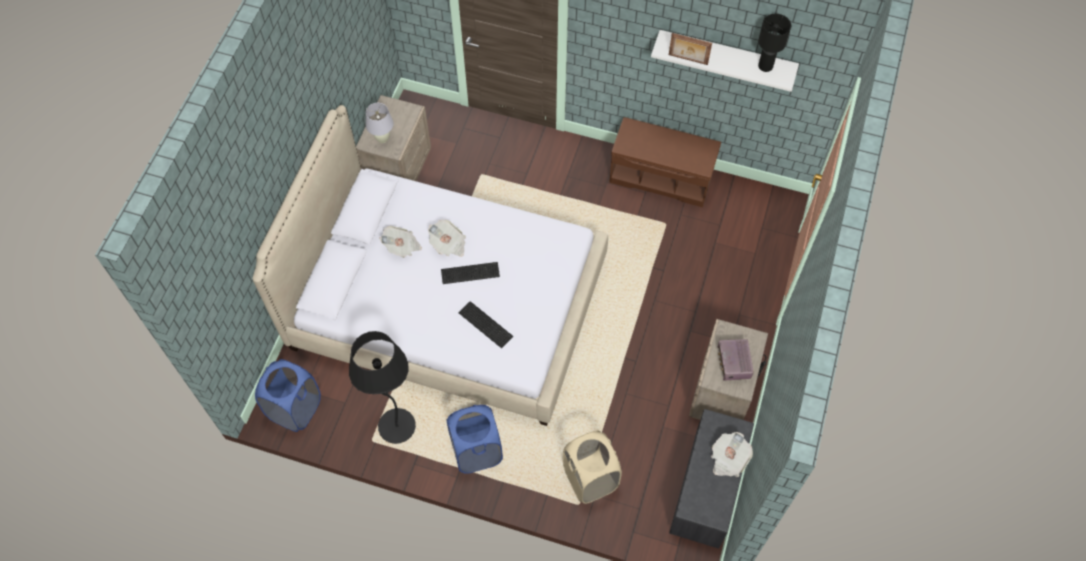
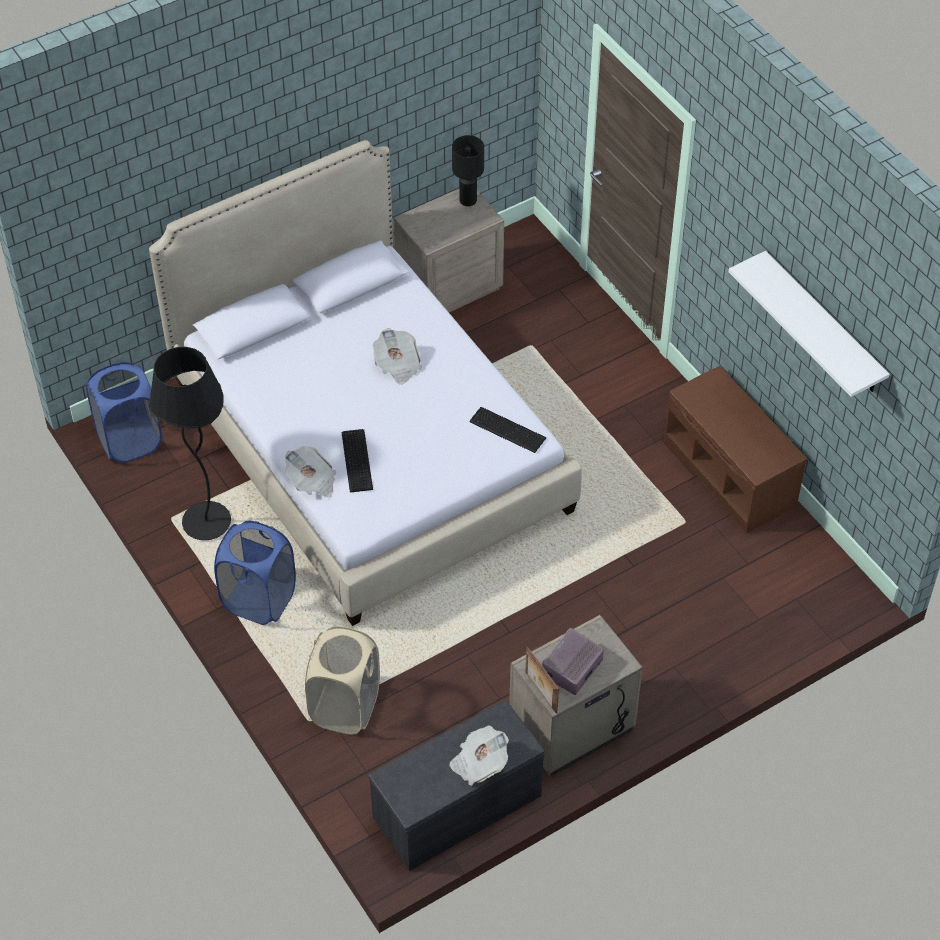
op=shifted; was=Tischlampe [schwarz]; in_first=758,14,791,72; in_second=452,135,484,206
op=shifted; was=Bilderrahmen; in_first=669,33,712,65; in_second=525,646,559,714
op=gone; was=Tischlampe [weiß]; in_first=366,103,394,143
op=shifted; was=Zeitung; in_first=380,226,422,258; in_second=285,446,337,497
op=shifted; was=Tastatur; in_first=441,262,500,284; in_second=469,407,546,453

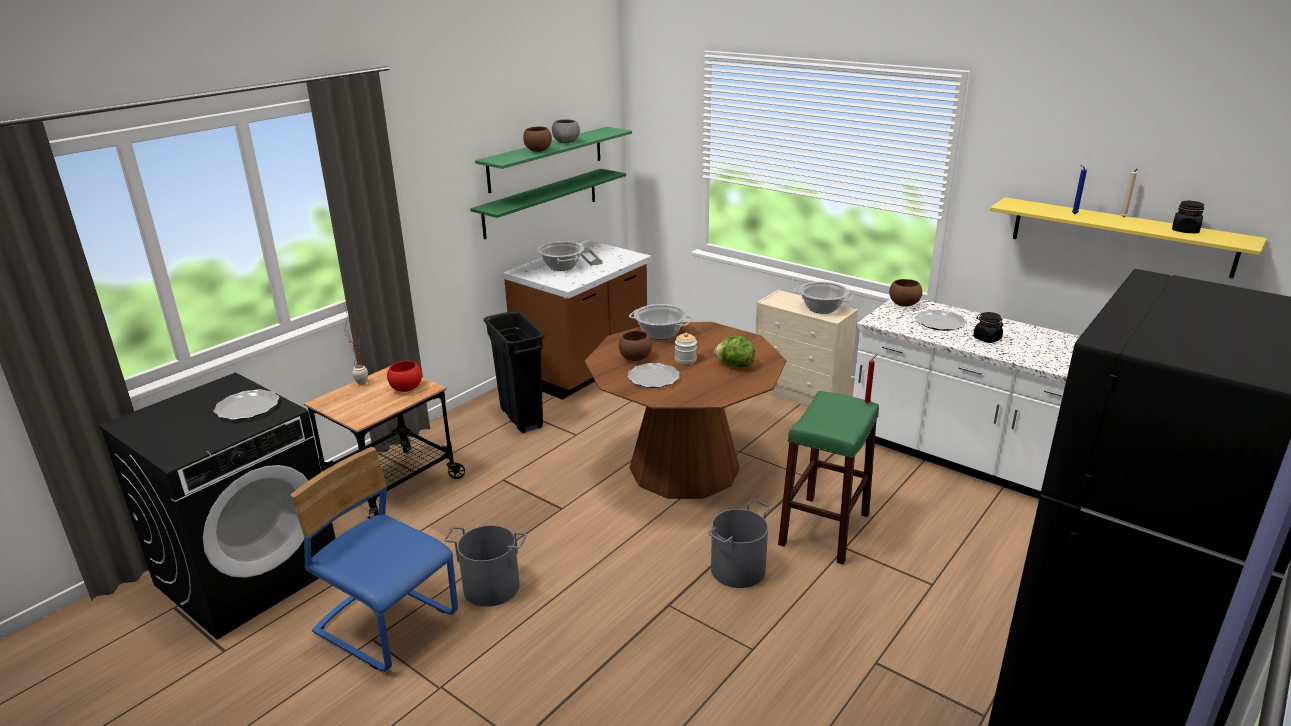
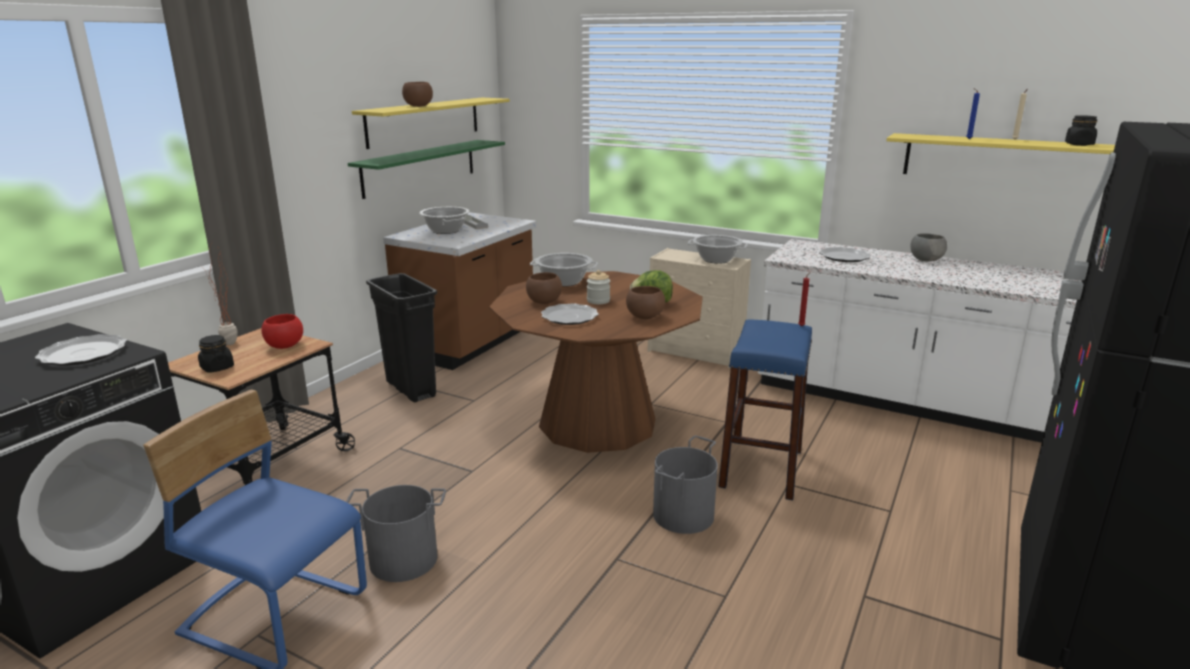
op=shifted; was=Schüssel [grau]; in_first=552,119,580,143; in_second=910,233,947,262
op=repainted; was=Wandregal [grün]; now=Wandregal [gelb]; in_first=475,127,632,193; in_second=352,98,510,149
op=shifted; was=Schüssel [braun]; in_first=889,279,922,307; in_second=626,286,665,319
op=shifted; was=Vorratsglas [schwarz]; in_first=973,312,1003,343; in_second=198,335,234,373
op=repainted; was=Hocker [grün]; now=Hocker [blau]; in_first=778,391,879,565; in_second=718,319,812,500

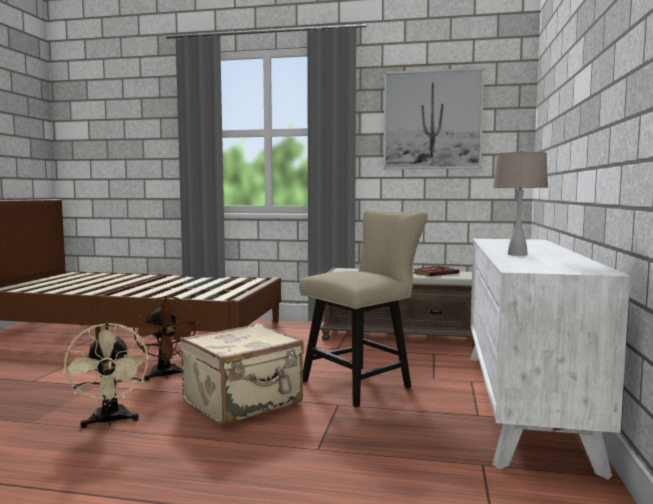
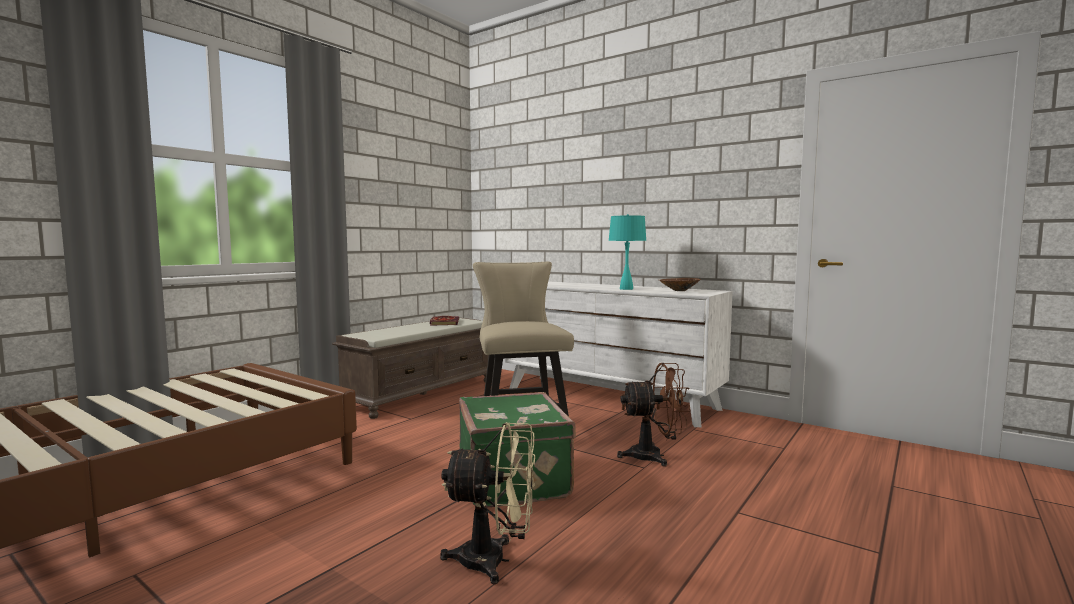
op=gone; was=Bild; in_first=384,68,484,169
op=repainted; was=Tischlampe [beige]; now=Tischlampe [türkis]; in_first=493,151,548,256; in_second=609,214,646,290
op=shifted; was=Ventilator [braun]; in_first=133,296,200,381; in_second=617,363,691,467
op=repainted; was=Koffer [beige]; now=Koffer [grün]; in_first=180,323,304,426; in_second=459,392,576,507
op=new; now=Schüssel [braun]; in_second=659,278,701,291

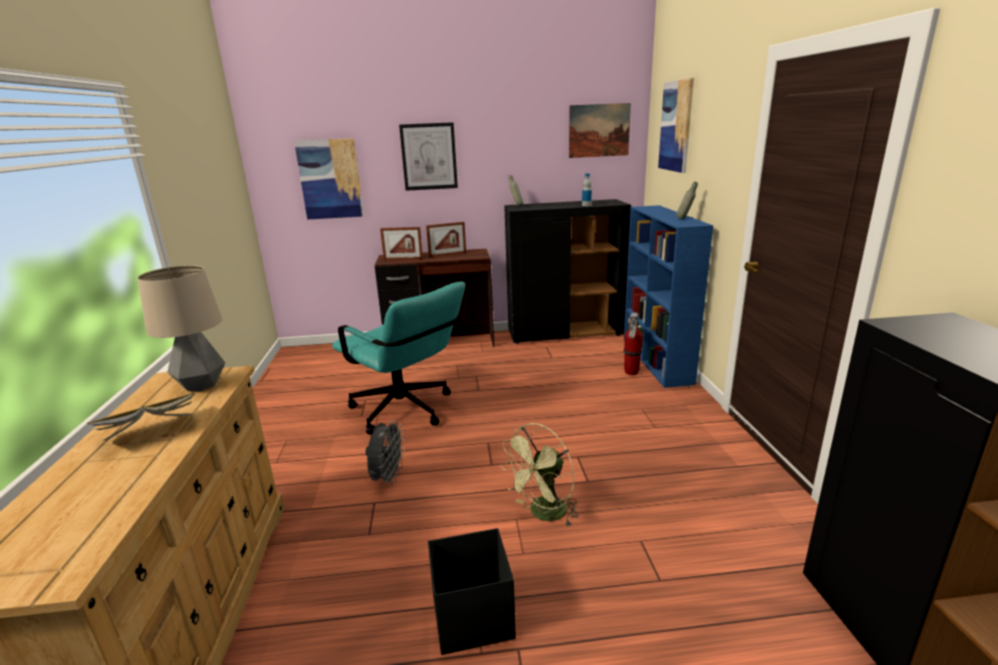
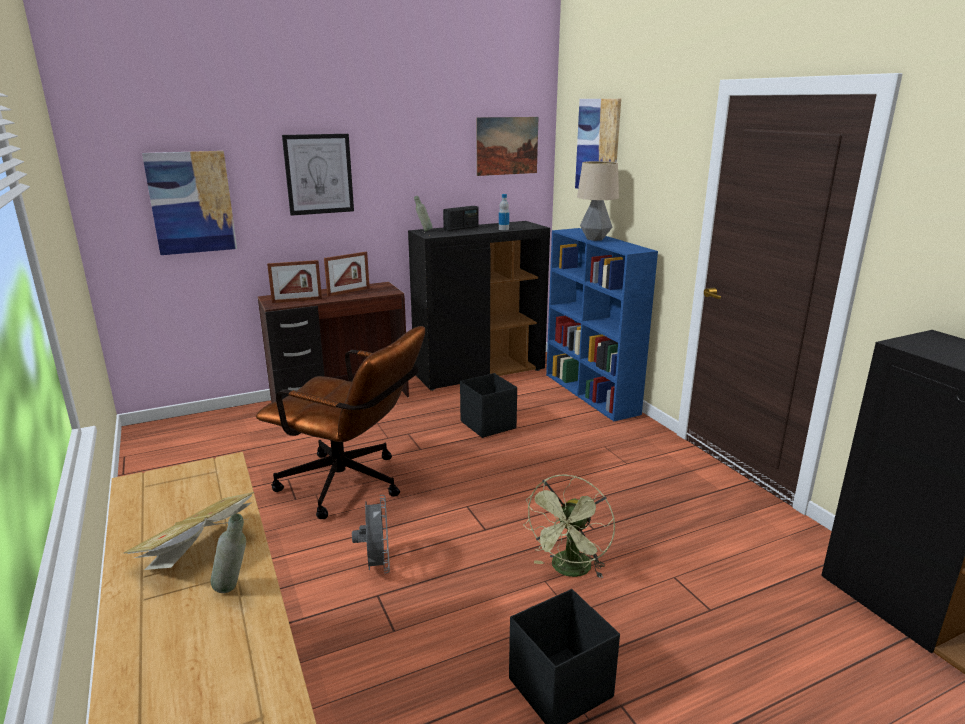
op=shifted; was=Flasche [grau]; in_first=676,182,698,219; in_second=211,514,246,593
op=shifted; was=Tischlampe; in_first=137,265,225,392; in_second=577,161,619,241
op=repainted; was=Bürostuhl [türkis]; now=Bürostuhl [braun]; in_first=332,282,465,435; in_second=256,326,425,519
op=gone; was=Feuerlöscher; in_first=623,313,643,375
op=new; now=Radio; in_second=443,206,478,231
op=new; now=Aufbewahrungsbox [schwarz]; in_second=460,373,517,438

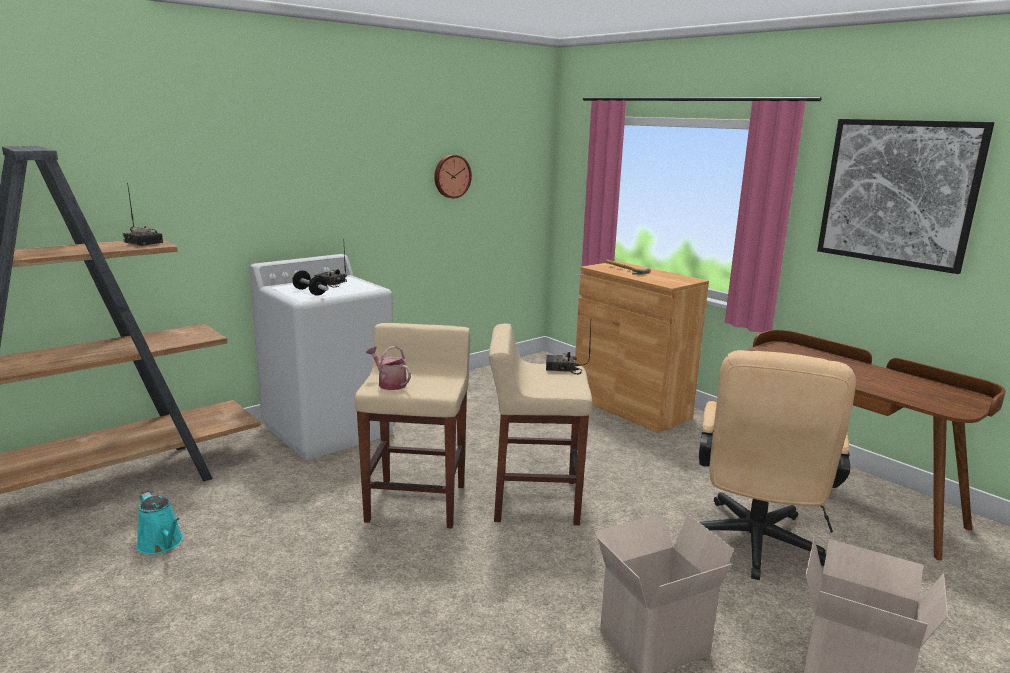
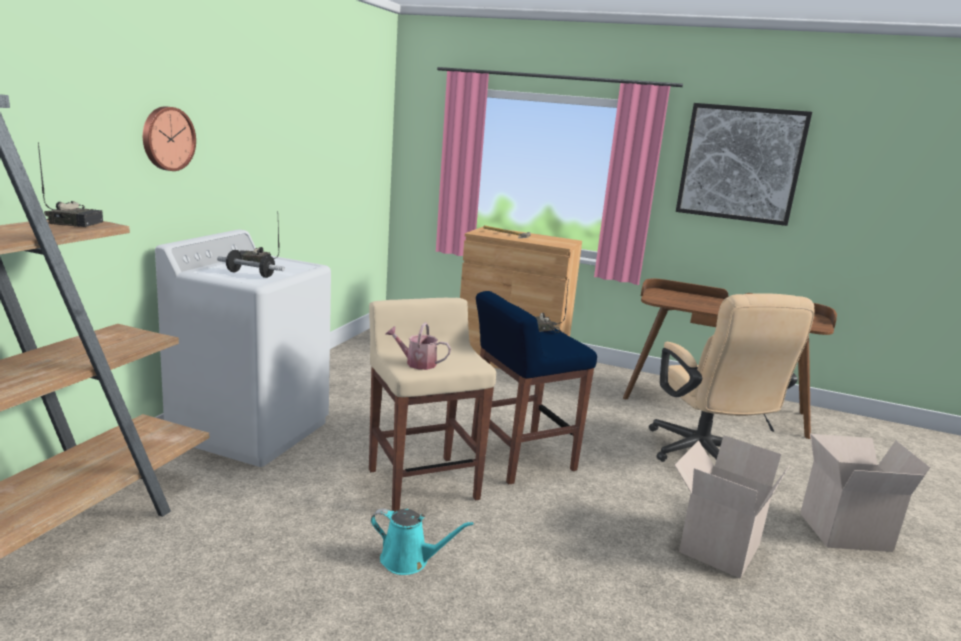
op=shifted; was=Wanduhr; in_first=434,155,472,198; in_second=143,106,196,171
op=repainted; was=Hocker [beige]; now=Hocker [blau]; in_first=489,324,592,525; in_second=471,291,597,484
op=shifted; was=Gießkanne [türkis]; in_first=136,492,183,554; in_second=371,509,474,575

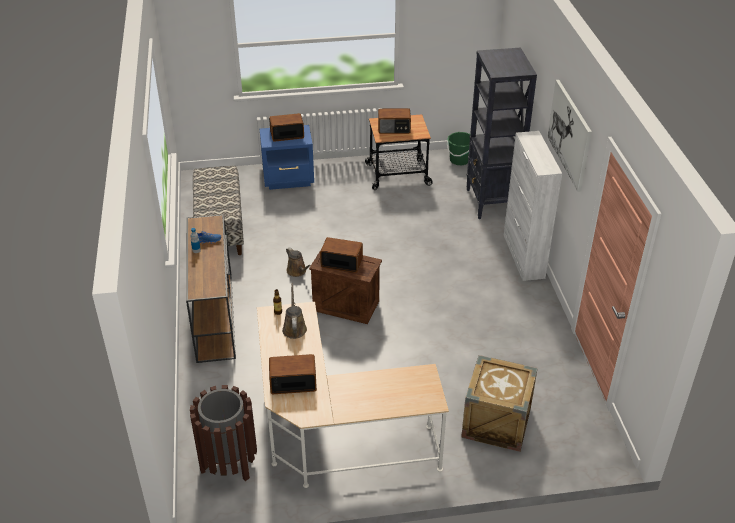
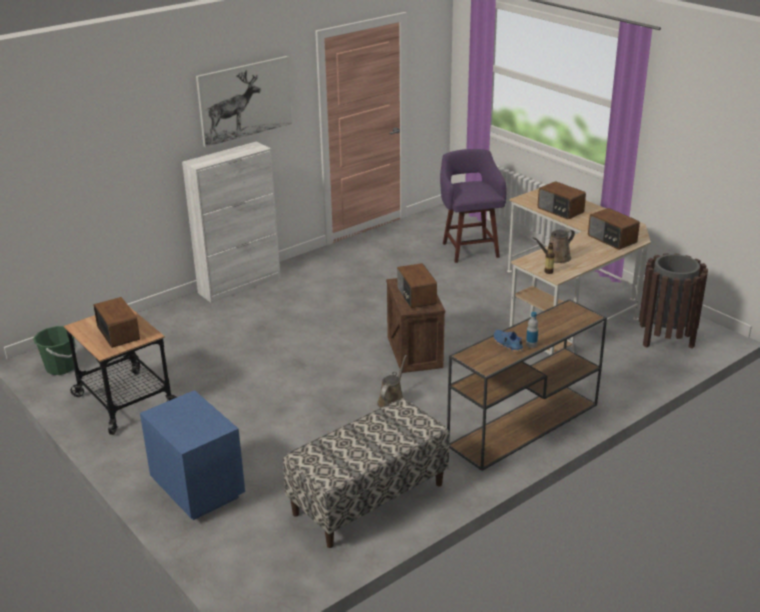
op=gone; was=Bücherregal [schwarz]; in_first=466,48,537,219
op=shifted; was=Radio; in_first=269,113,304,142; in_second=538,181,586,220
op=swapped; was=Kiste; now=Hocker [lila]; in_first=461,355,538,452; in_second=440,149,506,263

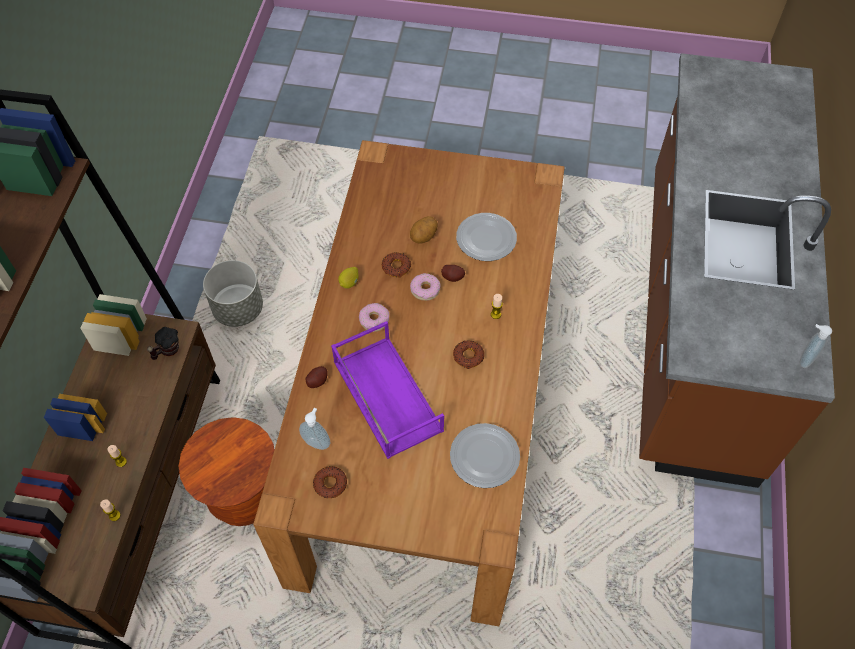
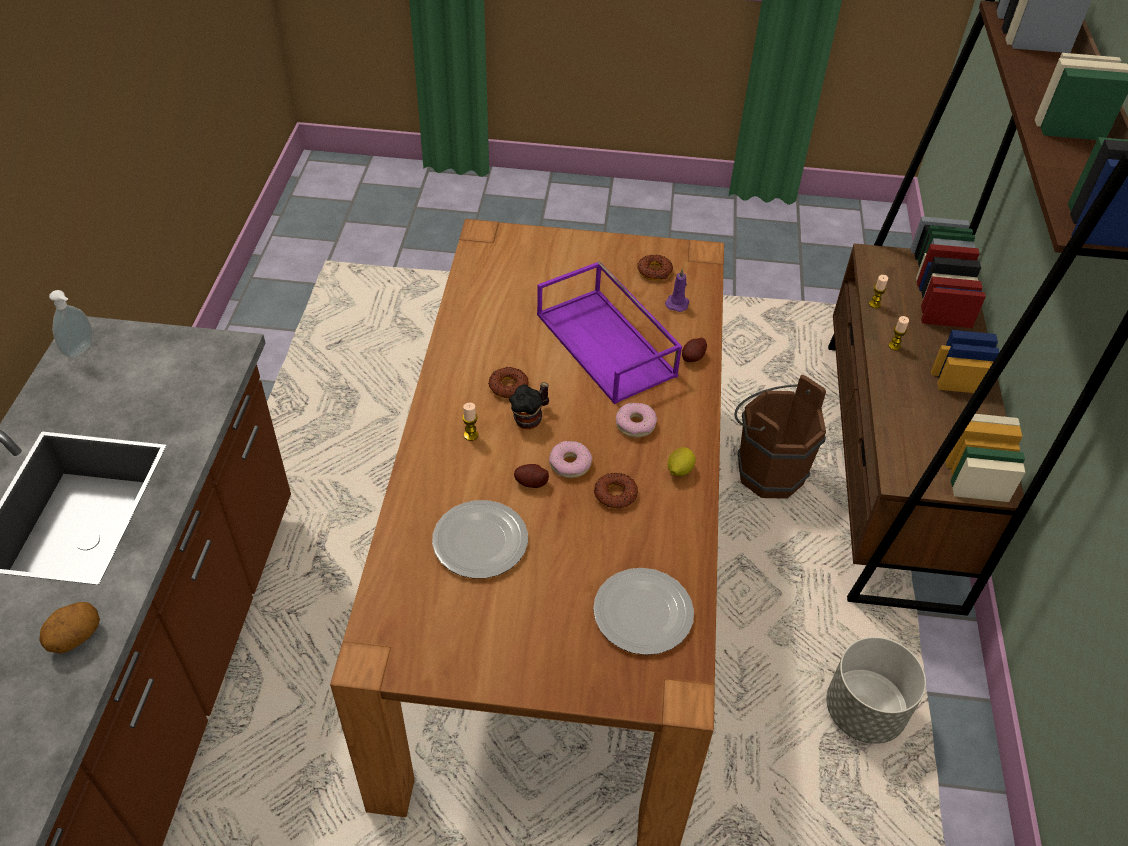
op=shifted; was=Kartoffel; in_first=410,216,438,244; in_second=39,602,100,653
op=shifted; was=Henkelbecher; in_first=147,327,179,360; in_second=509,383,549,429
op=swapped; was=Seifenspender; now=Kerze [lila]; in_first=299,408,330,450; in_second=665,268,689,312
op=swapped; was=Hocker [braun]; now=Eimer [braun]; in_first=179,417,275,526; in_second=734,375,826,499
op=shifted; was=Teller; in_first=450,423,520,488; in_second=593,568,694,655

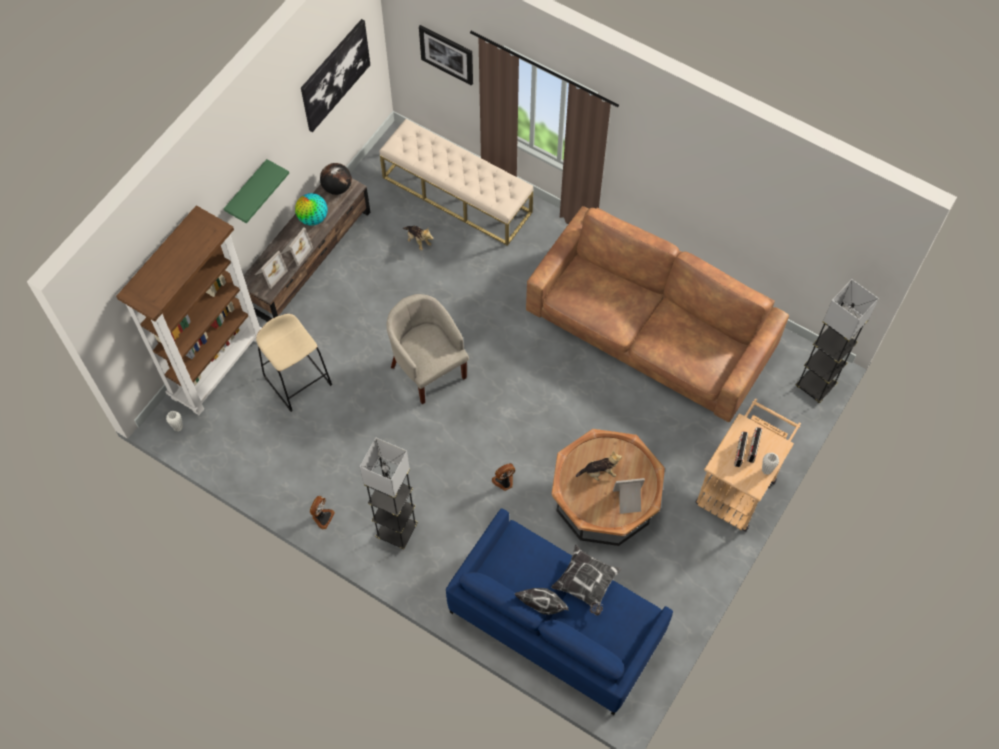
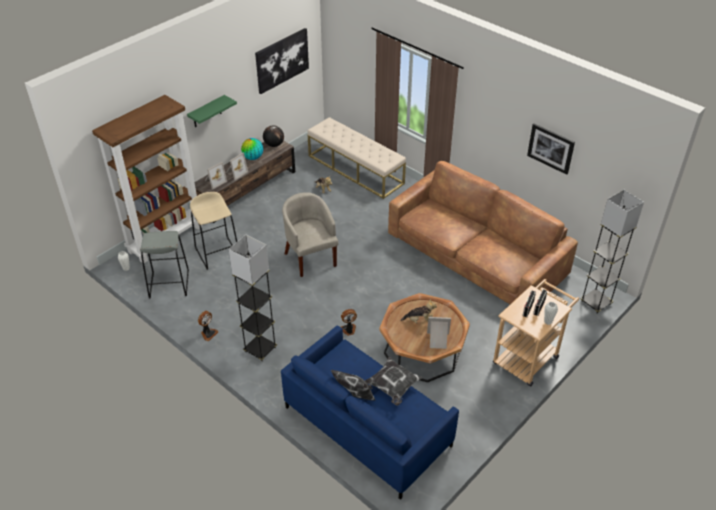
op=shifted; was=Bild; in_first=419,25,473,86; in_second=527,123,575,175
op=new; now=Hocker [grau]; in_second=140,231,189,299

